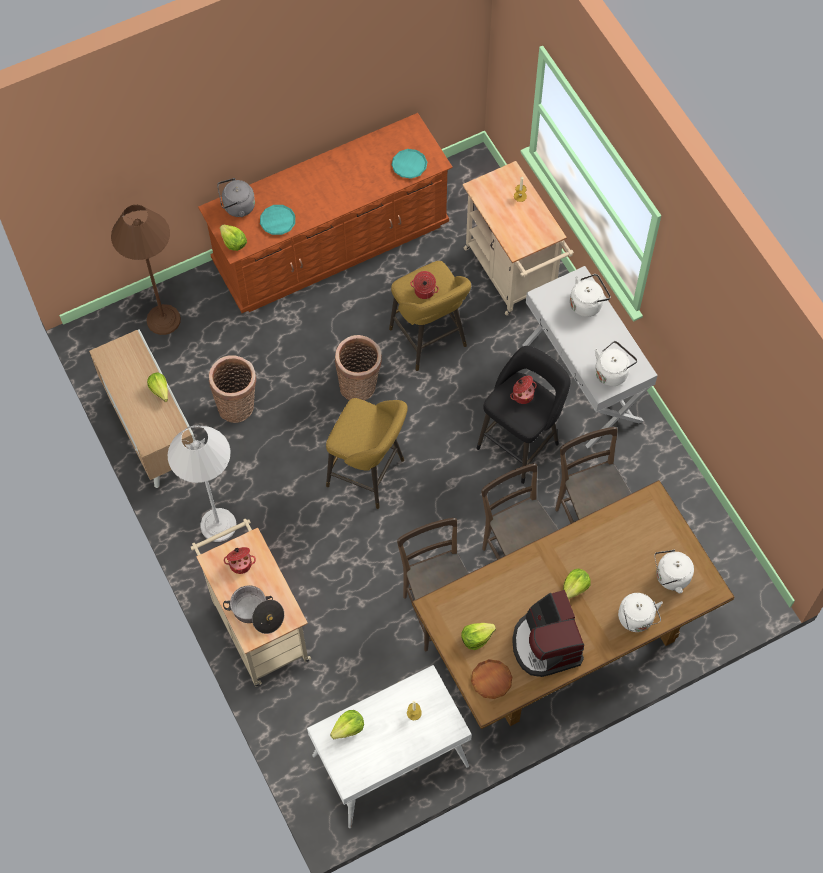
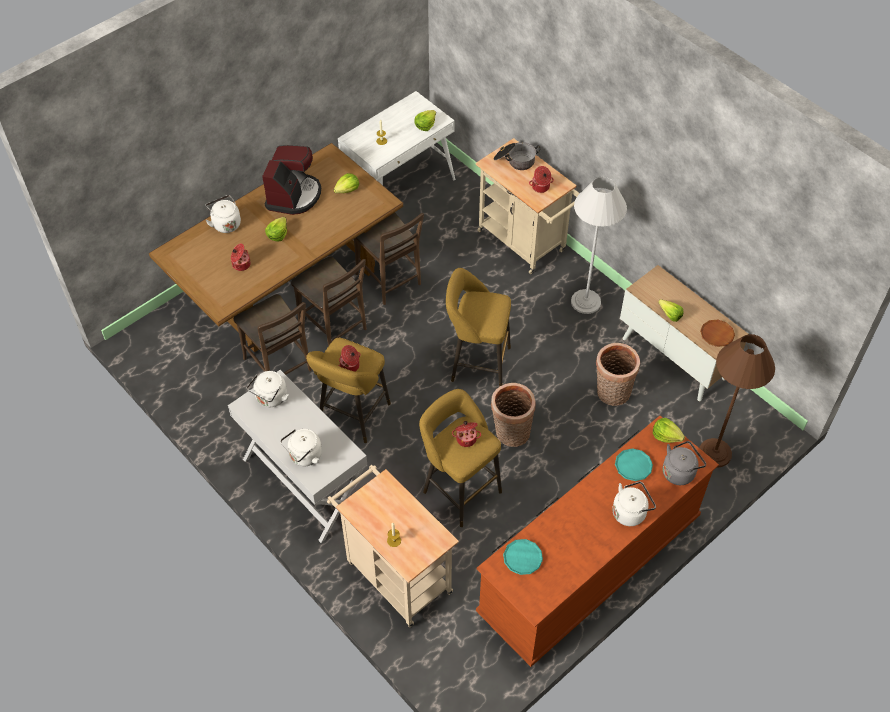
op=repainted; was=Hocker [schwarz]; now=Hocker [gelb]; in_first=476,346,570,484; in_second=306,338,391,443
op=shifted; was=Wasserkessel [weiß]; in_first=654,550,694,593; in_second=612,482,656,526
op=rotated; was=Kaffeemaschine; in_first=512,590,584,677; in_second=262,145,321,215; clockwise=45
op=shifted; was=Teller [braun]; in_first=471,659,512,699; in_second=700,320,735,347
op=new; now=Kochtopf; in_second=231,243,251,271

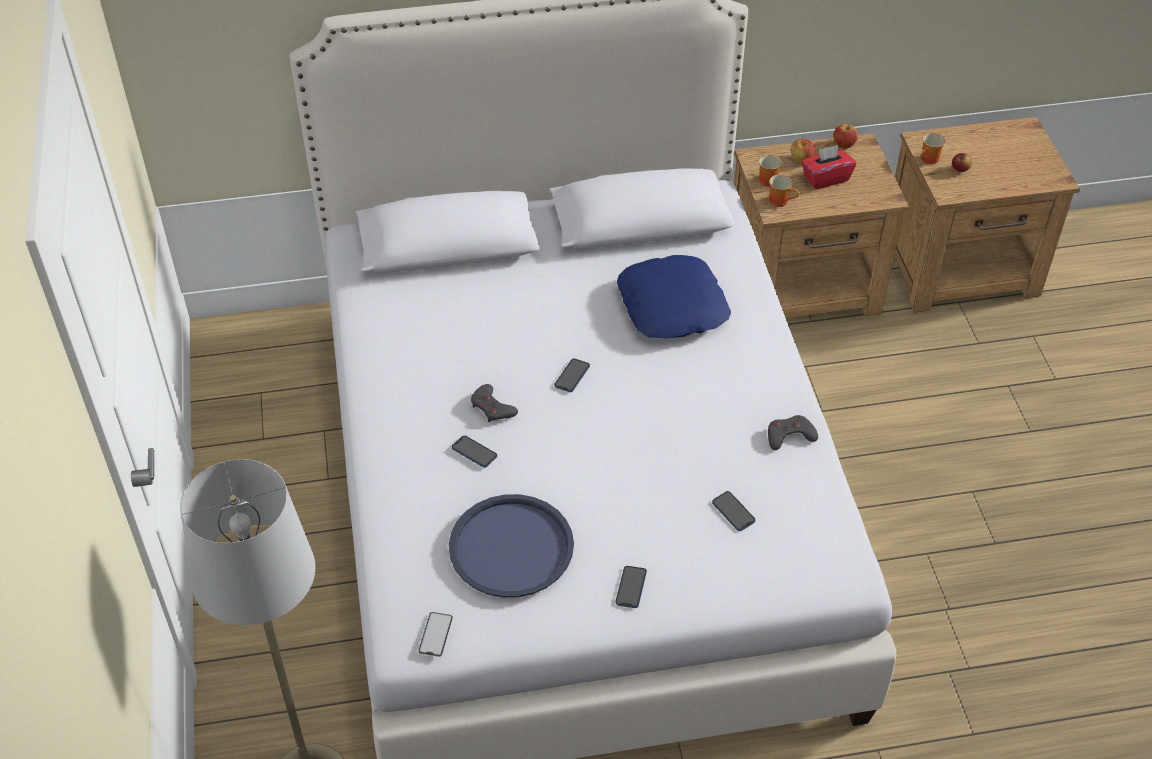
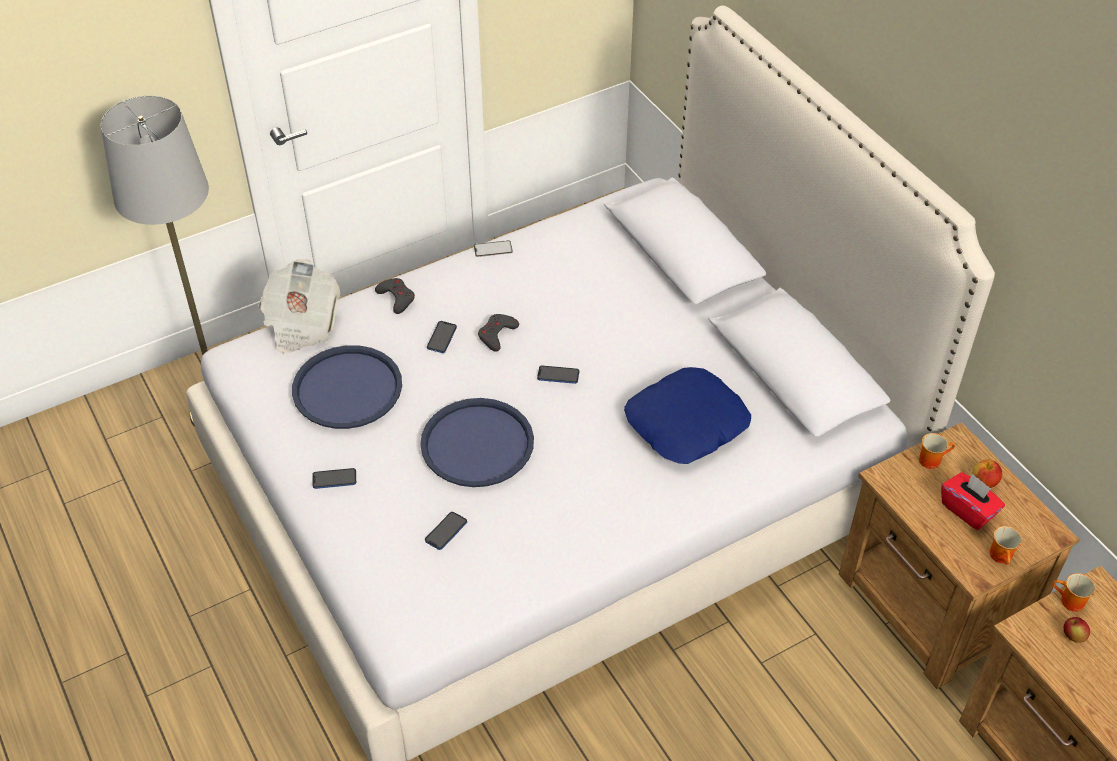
op=gone; was=Apfel; in_first=833,124,858,149
op=shifted; was=Henkelbecher; in_first=769,174,799,207; in_second=990,526,1022,565
op=shifted; was=Gamepad [grau]; in_first=768,415,818,450; in_second=375,278,415,314
op=shifted; was=Handy; in_first=418,612,453,657; in_second=474,240,513,257
op=new; now=Zeitung; in_second=259,259,340,353
op=new; now=Tablett [blau]; in_second=420,398,534,487

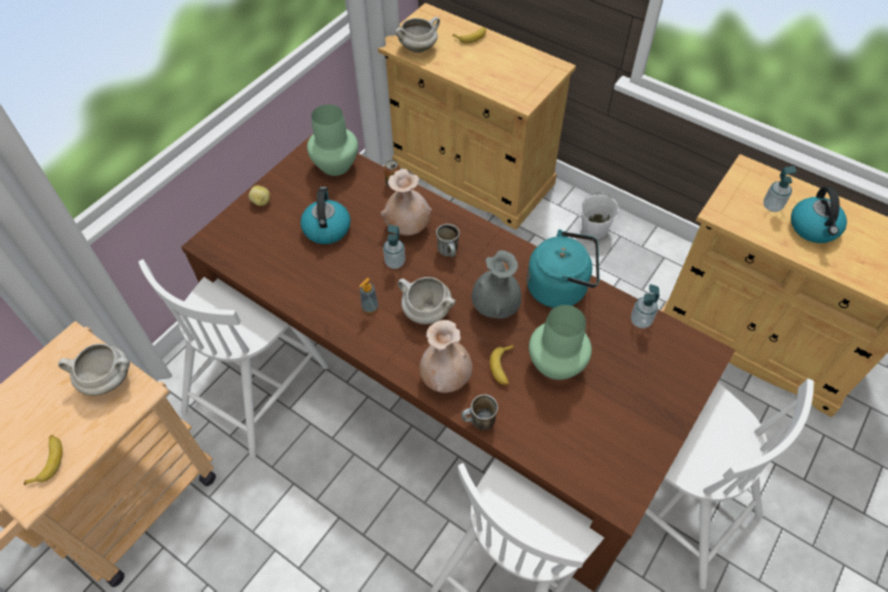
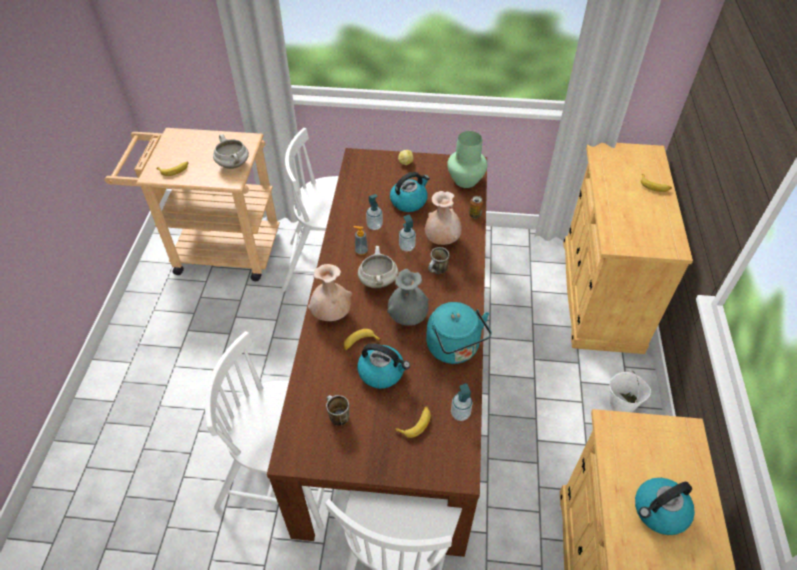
op=gone; was=Kochtopf [weiß]; in_first=395,17,440,53
op=shifted; was=Seifenspender; in_first=763,166,796,212; in_second=366,194,383,230
op=swapped; was=Vase [grün]; now=Wasserkessel; in_first=529,305,592,380; in_second=357,343,410,389
op=shifted; was=Henkelbecher; in_first=461,394,498,430; in_second=326,395,349,426
op=new; now=Banane; in_second=394,406,431,438

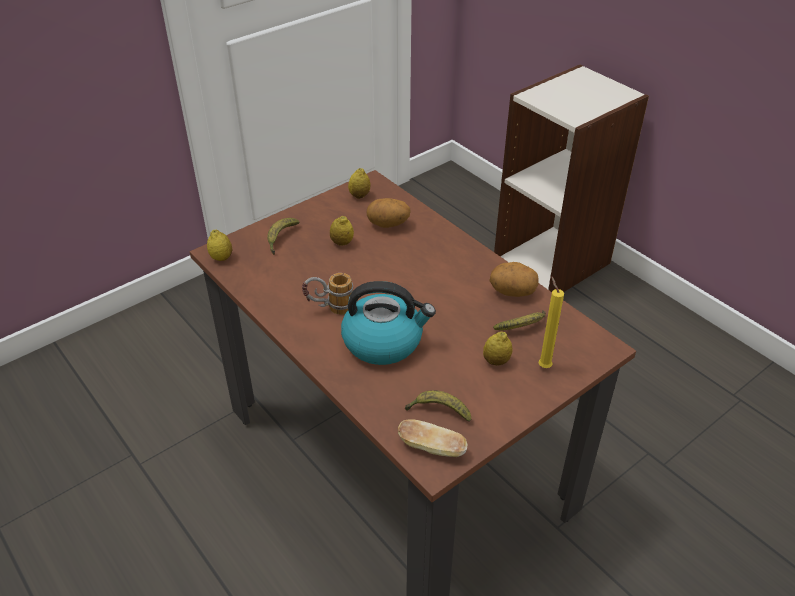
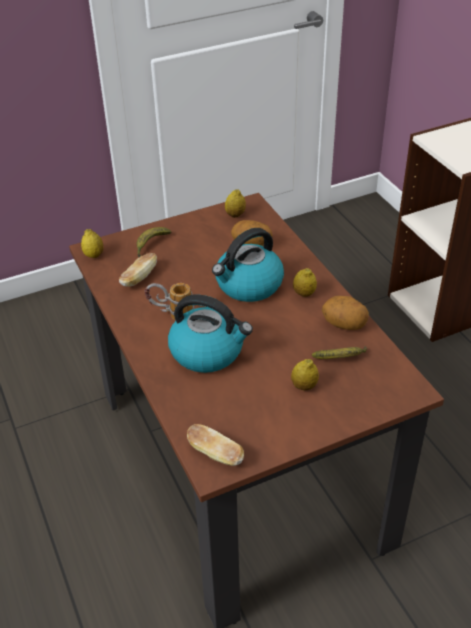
op=shifted; was=Zitrone; in_first=330,216,354,246; in_second=293,268,317,297
op=gone; was=Kerze [gelb]; in_first=538,276,564,368
op=gone; was=Banane; in_first=405,390,471,422
op=new; now=Wasserkessel; in_second=212,228,284,302
op=new; now=Brot; in_second=119,253,157,287

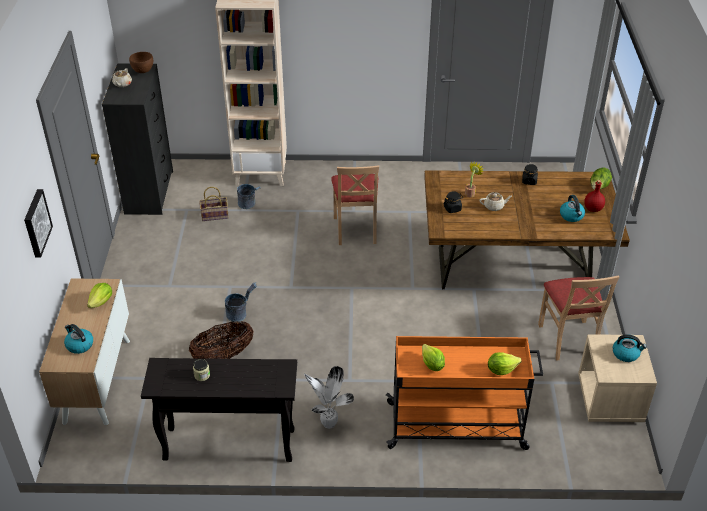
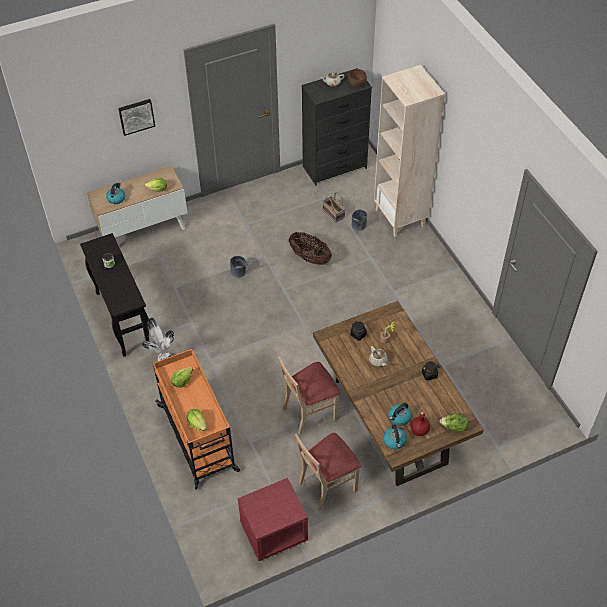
op=shifted; was=Stuhl [beige]; in_first=331,165,379,245; in_second=278,356,340,435
op=shifted; was=Korb; in_first=189,321,254,359; in_second=289,232,332,265
op=repainted; was=Nachttisch [beige]; now=Nachttisch [rot]; in_first=578,334,657,422; in_second=237,478,308,561
op=shifted; was=Wasserkessel; in_first=613,334,647,362; in_second=383,425,407,449

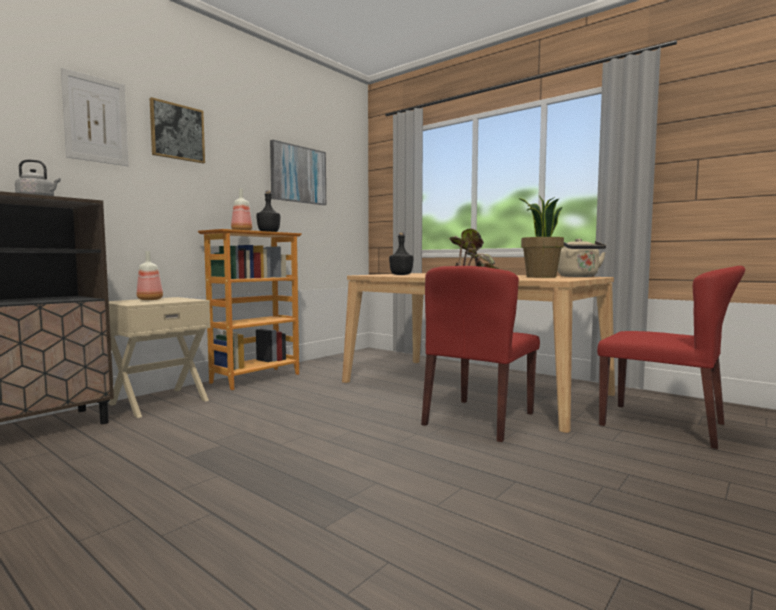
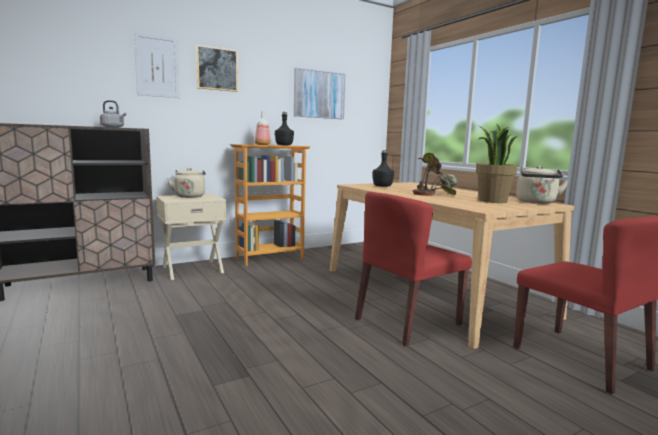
op=swapped; was=Flasche; now=Wasserkessel [beige]; in_first=137,251,163,300; in_second=167,168,206,198

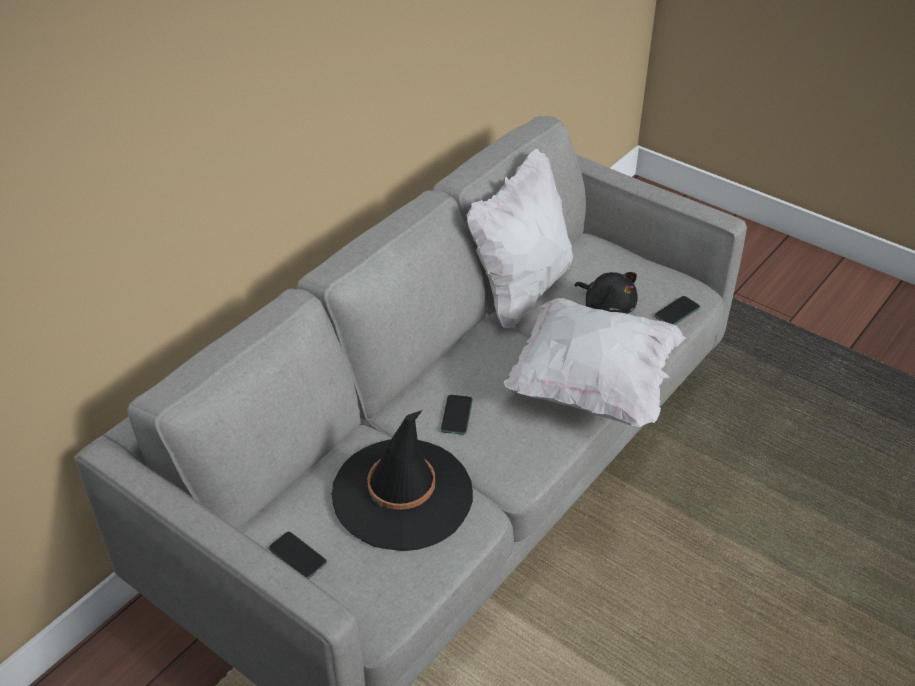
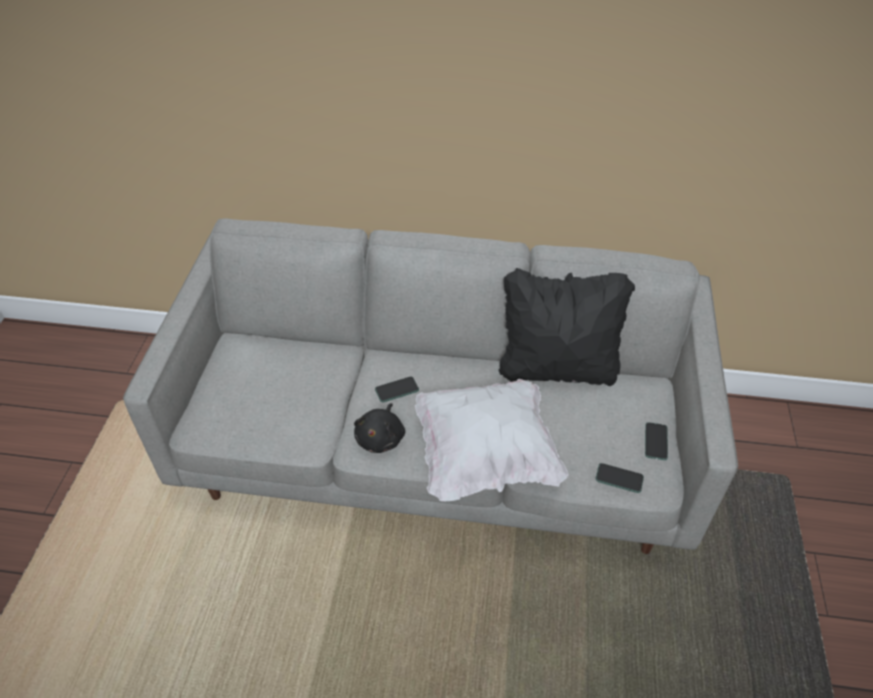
op=repainted; was=Kissen [weiß]; now=Kissen [schwarz]; in_first=467,149,573,328; in_second=498,268,635,386
op=shifted; was=Plüschtier [schwarz]; in_first=574,272,638,314; in_second=354,403,405,453
op=gone; was=Hut [schwarz]; in_first=331,410,473,551
op=shifted; was=Handy; in_first=268,532,327,579; in_second=645,422,668,460

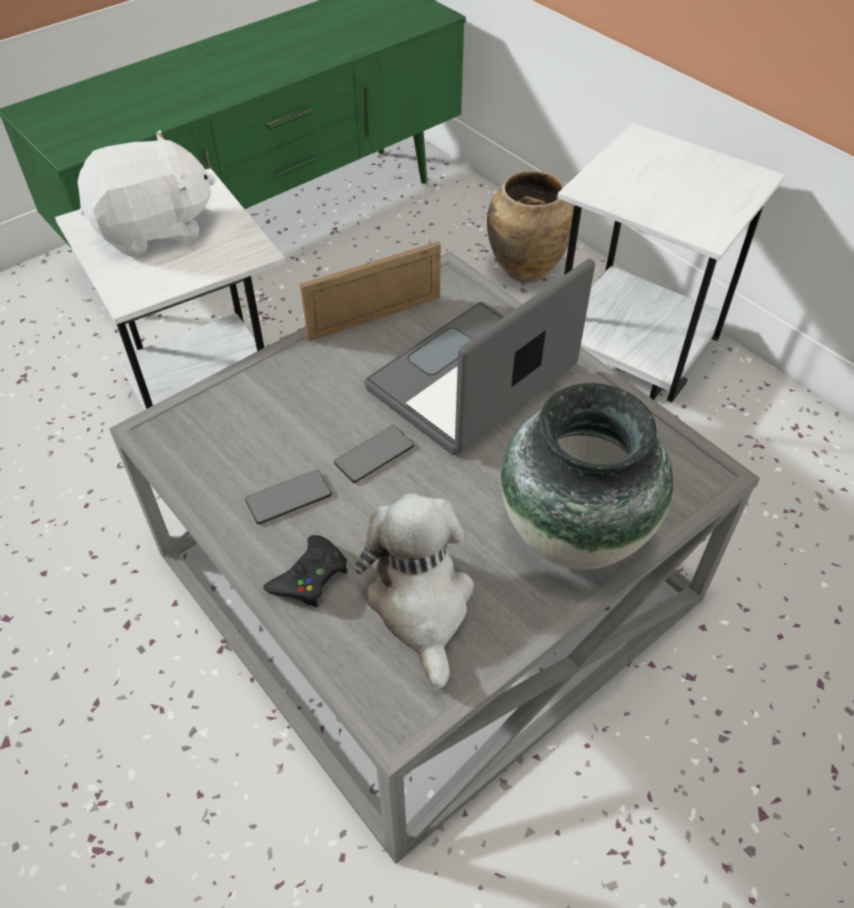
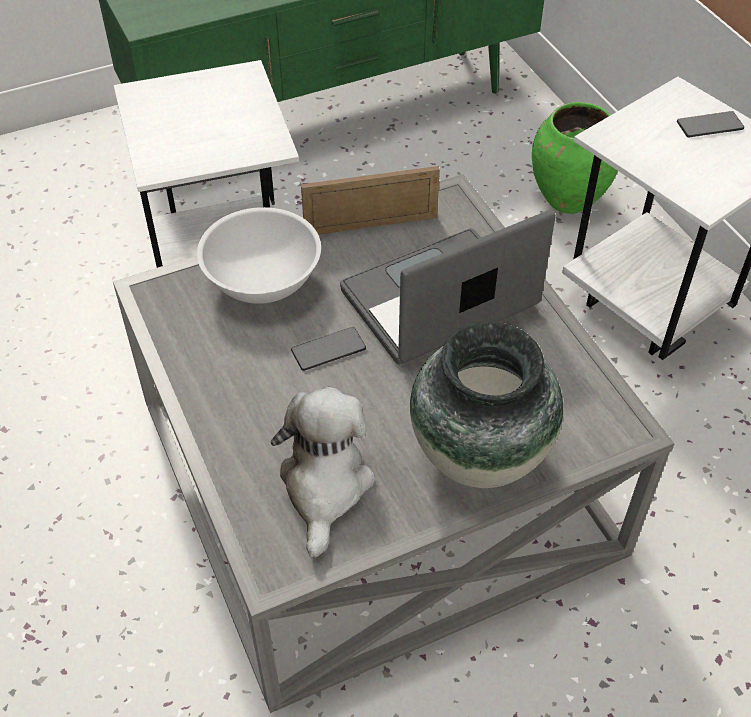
op=gone; was=Plüschtier [weiß]; in_first=77,130,216,257
op=repainted; was=Vase [braun]; now=Vase [grün]; in_first=487,171,574,283; in_second=532,102,618,214
op=shifted; was=Handy; in_first=245,470,332,524; in_second=677,111,744,137
op=gone; was=Gamepad [schwarz]; in_first=263,535,348,608
op=new; now=Schüssel [weiß]; in_second=197,207,321,304

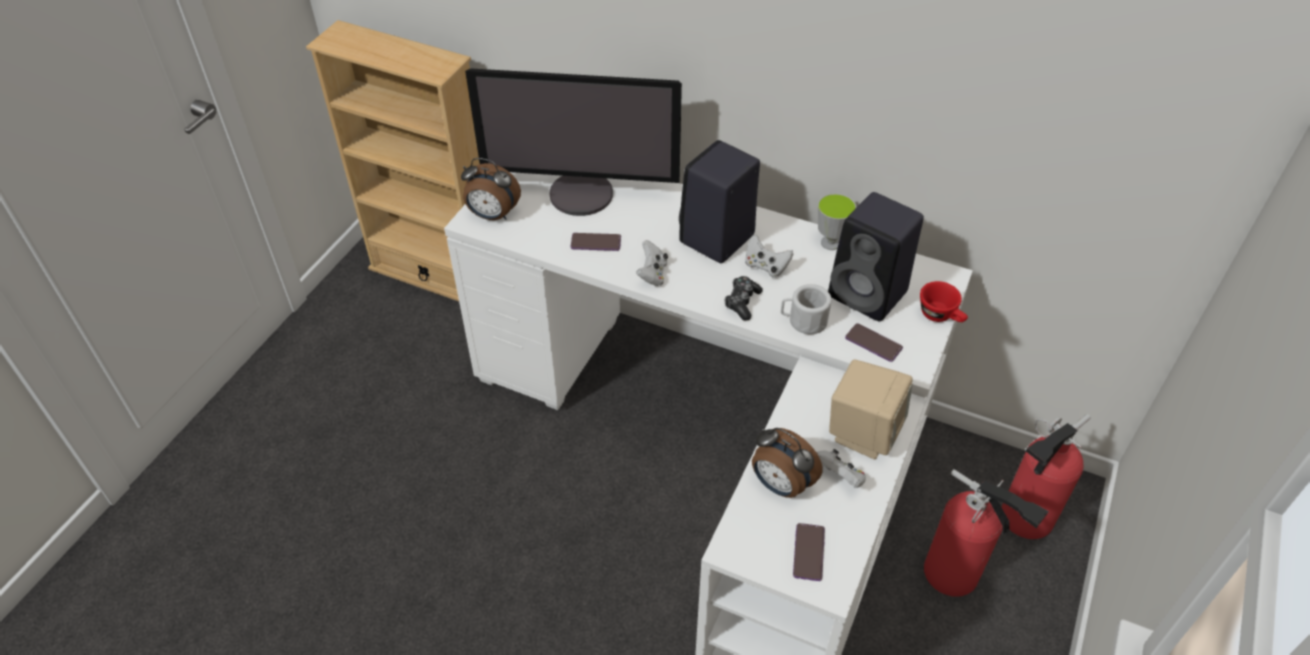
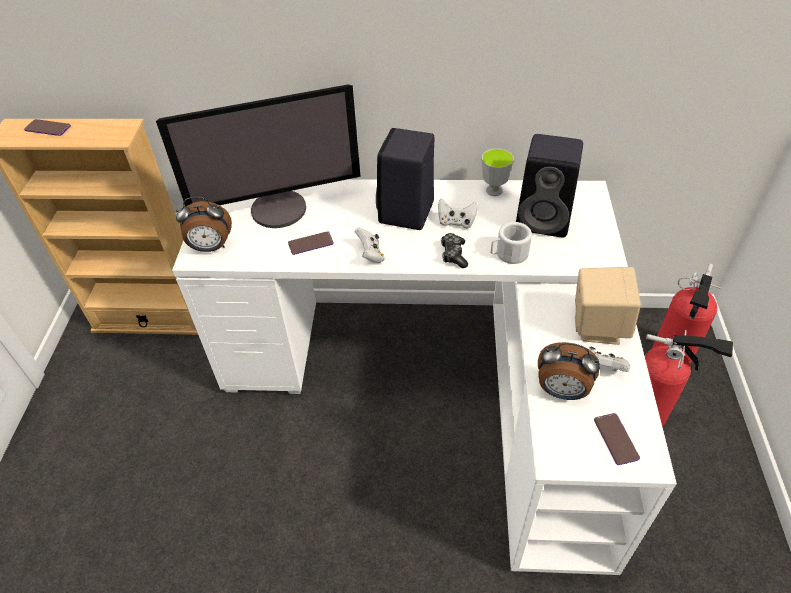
op=gone; was=Tasse [rot]; in_first=920,281,968,322
op=shifted; was=Handy; in_first=845,323,903,362; in_second=24,119,71,136

